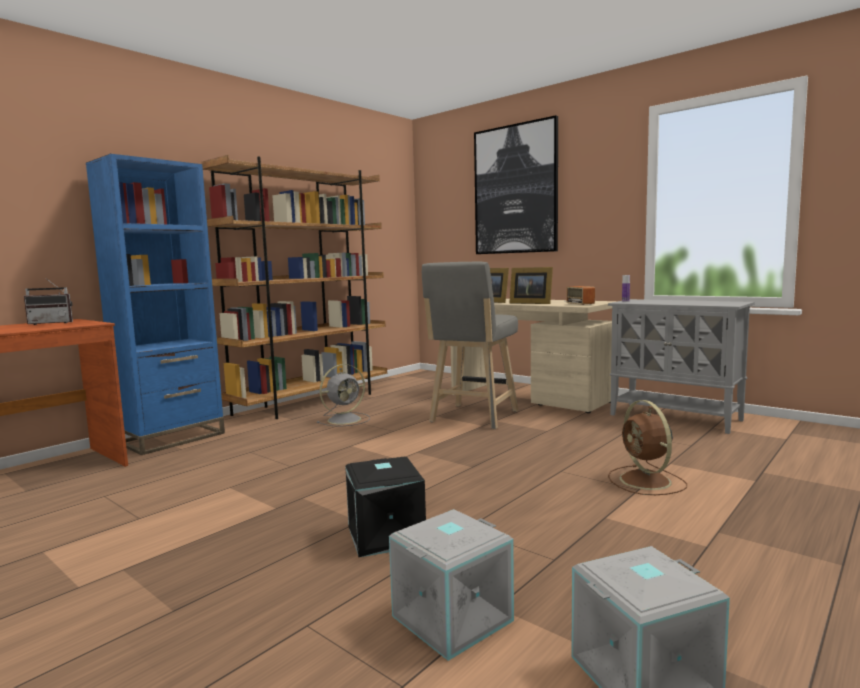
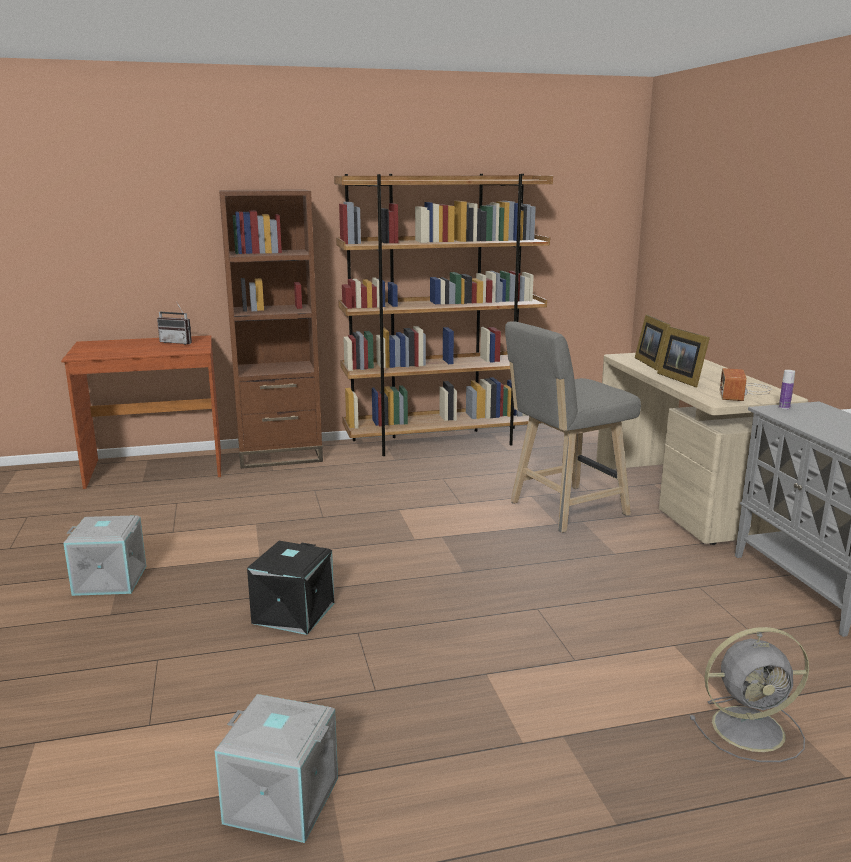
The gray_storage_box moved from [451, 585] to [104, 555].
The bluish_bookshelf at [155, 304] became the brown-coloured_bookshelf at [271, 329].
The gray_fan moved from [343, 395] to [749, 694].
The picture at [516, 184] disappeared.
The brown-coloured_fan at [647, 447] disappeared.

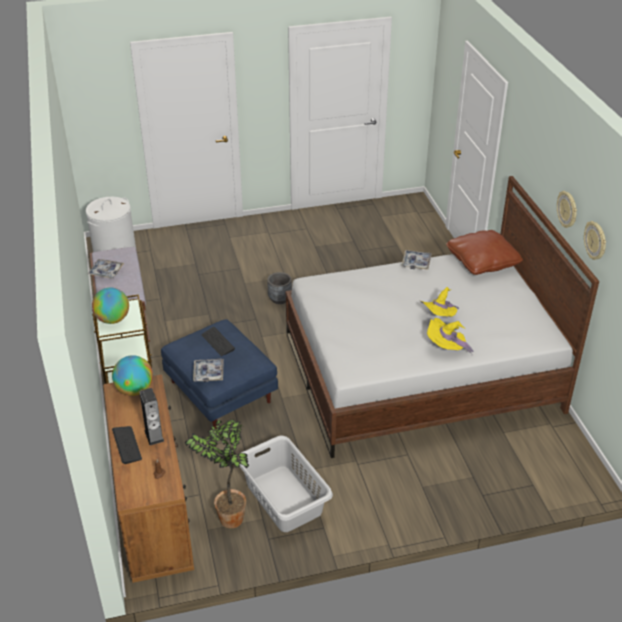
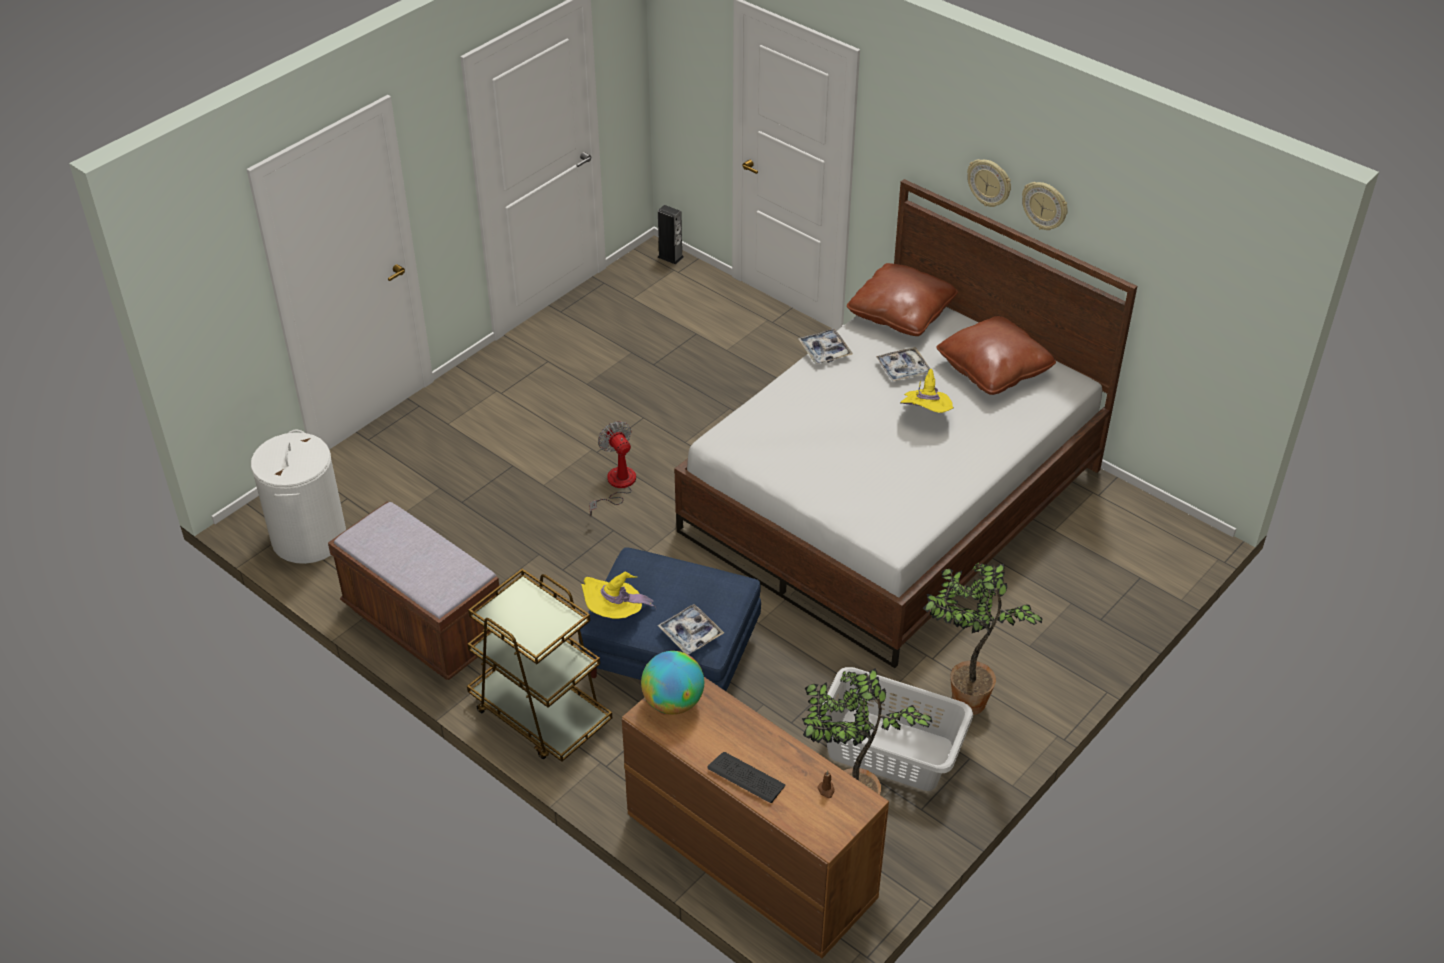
The yellow_clothing_hat moved from [450, 336] to [619, 595].
The gray_flower_pot at [279, 288] was replaced by the fan at [612, 468].
The speaker moved from [151, 416] to [671, 235].
The tray moved from [106, 268] to [903, 364].
The houseplant at [982, 638] appeared.
The brown-coloured_cushion at [996, 355] appeared.
The hanging_clock moved from [595, 240] to [989, 183].
The world_globe at [110, 305] disappeared.
The PC_keyboard at [218, 341] disappeared.

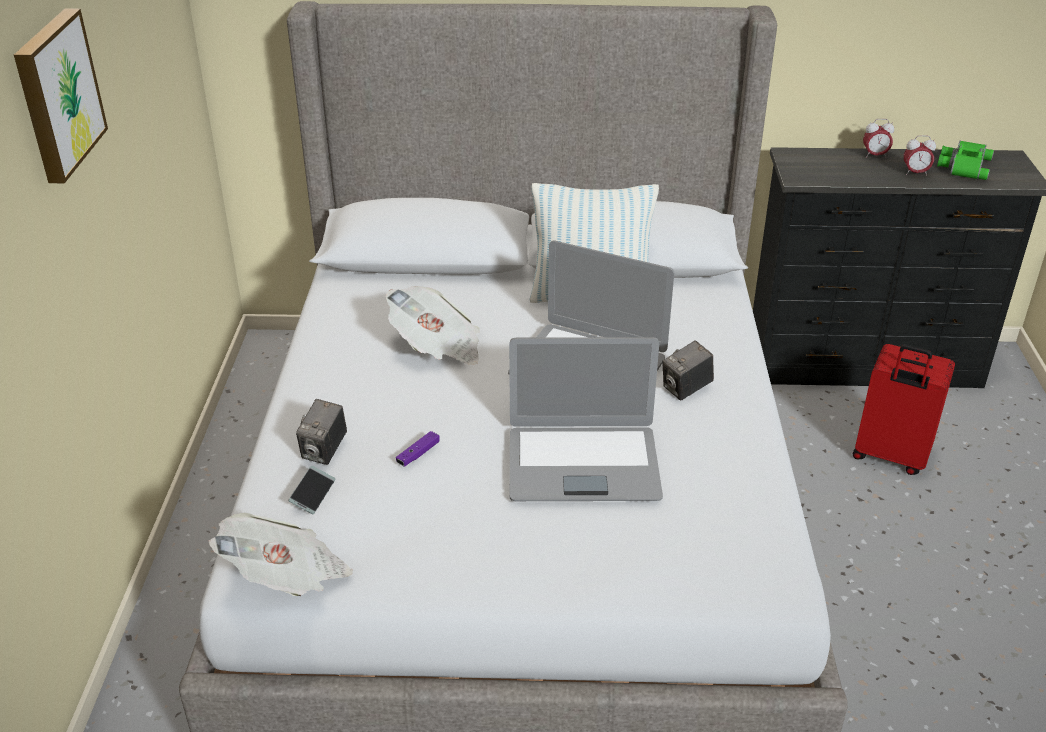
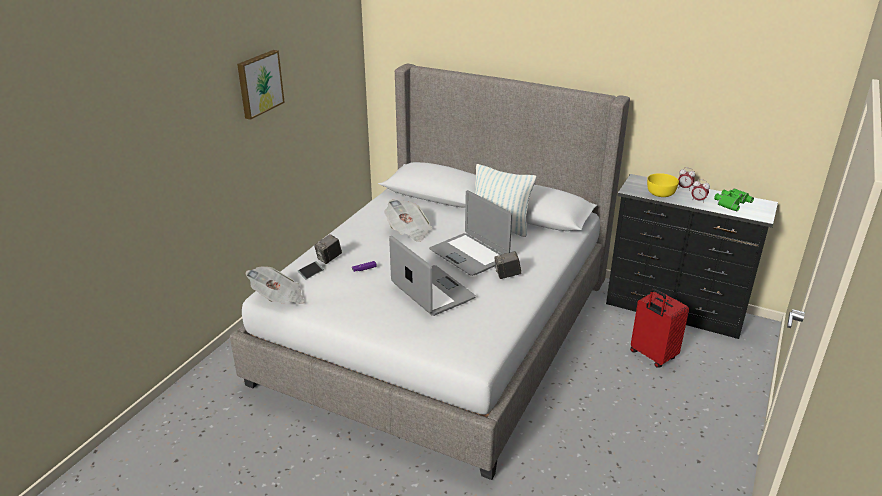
The notebook_computer at [586, 419] turned 150 degrees counterclockwise.
The yellow_deep_dish at [663, 185] appeared.

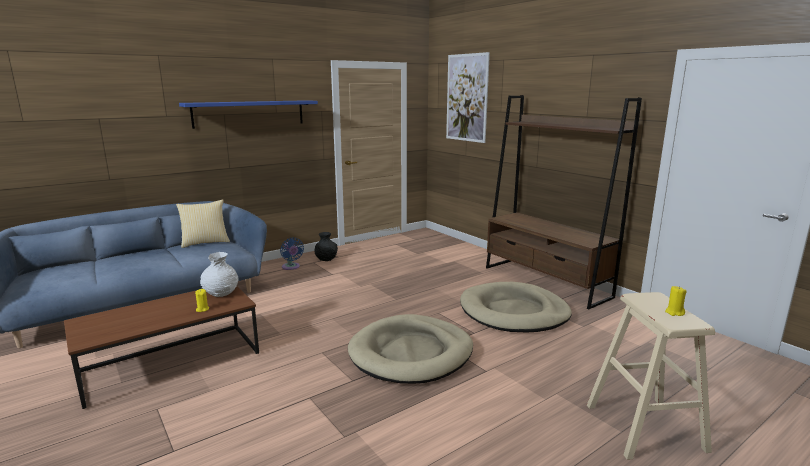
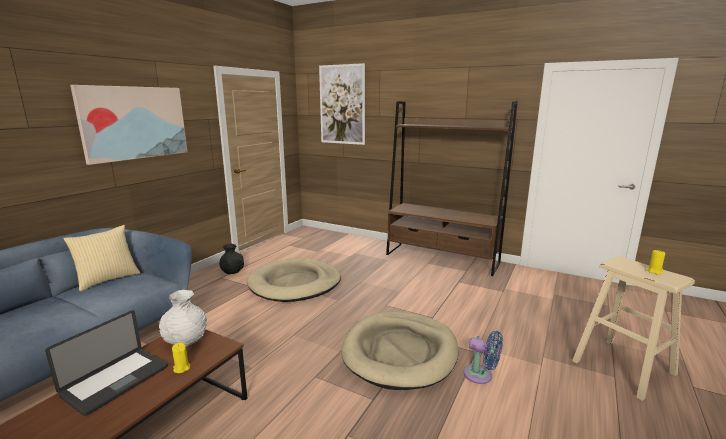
The notebook_computer at [106, 363] appeared.
The bluish_bracket_shelf at [248, 114] was replaced by the picture at [128, 125].
The beige-coloured_pet_bed moved from [516, 307] to [294, 280].
The bluish_fan moved from [292, 253] to [483, 357].

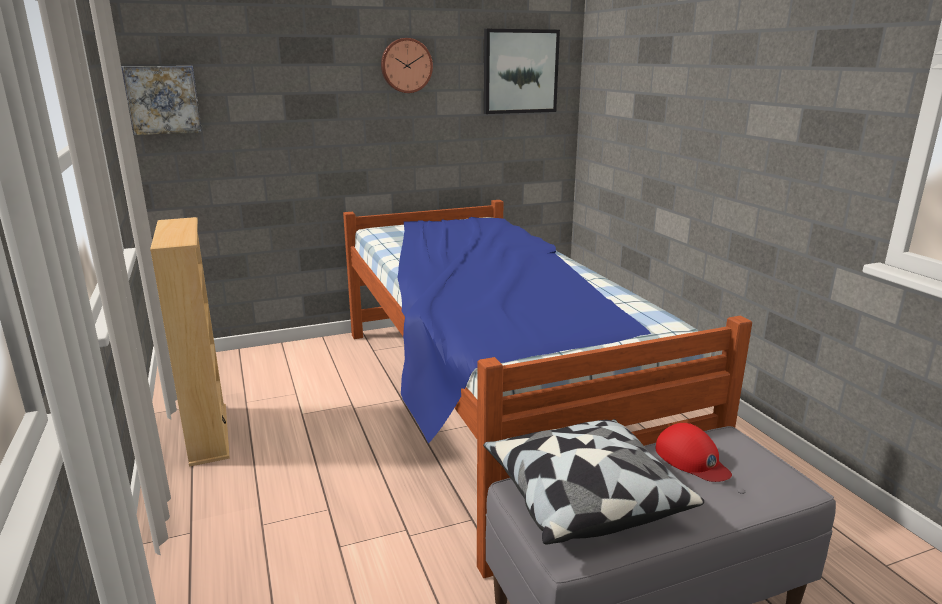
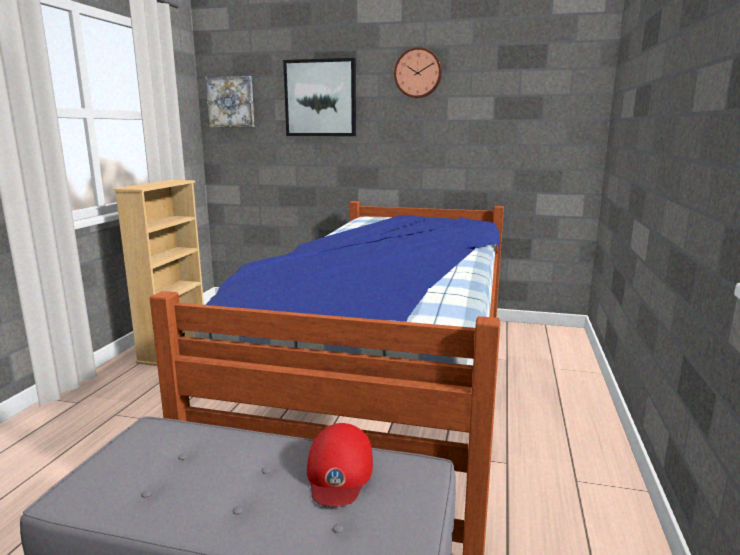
The picture moved from [522, 71] to [319, 97].
The cushion at [593, 482] disappeared.

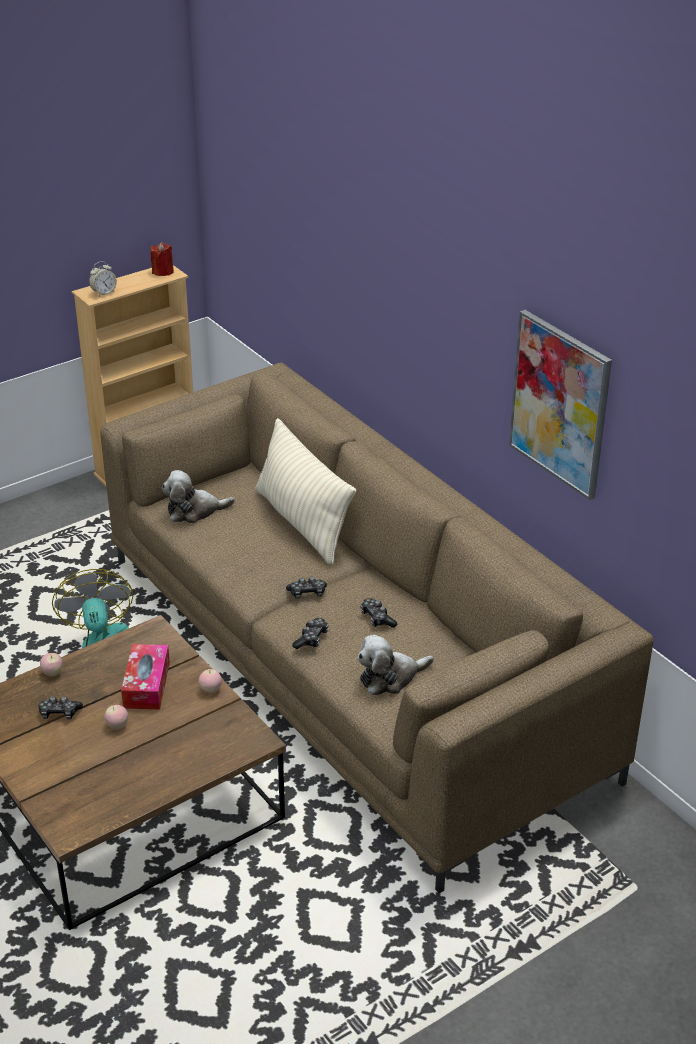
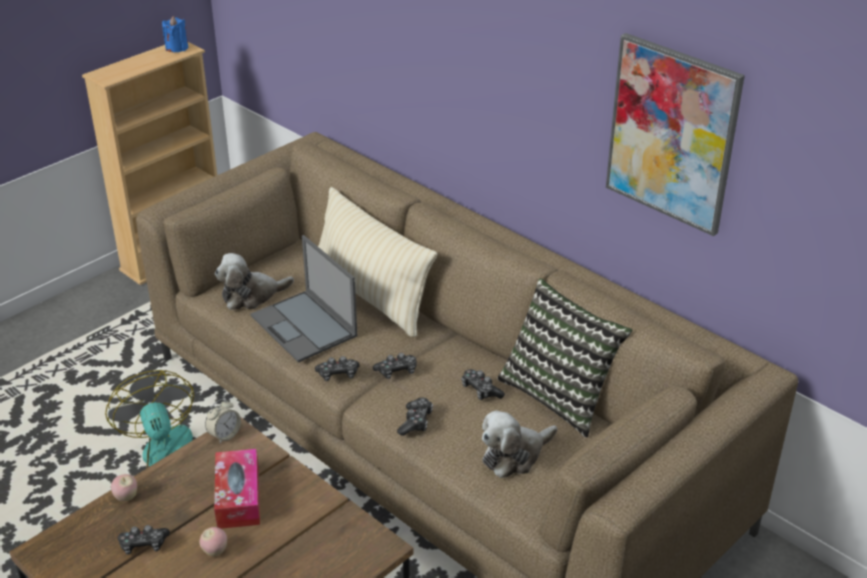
The red_wax_light at [162, 259] became the bluish_wax_light at [175, 34].
The table_clock moved from [103, 278] to [223, 421].
The notebook_computer at [304, 299] appeared.
The gamepad at [337, 368] appeared.
The cushion at [565, 358] appeared.
The whole_apple at [210, 681] disappeared.

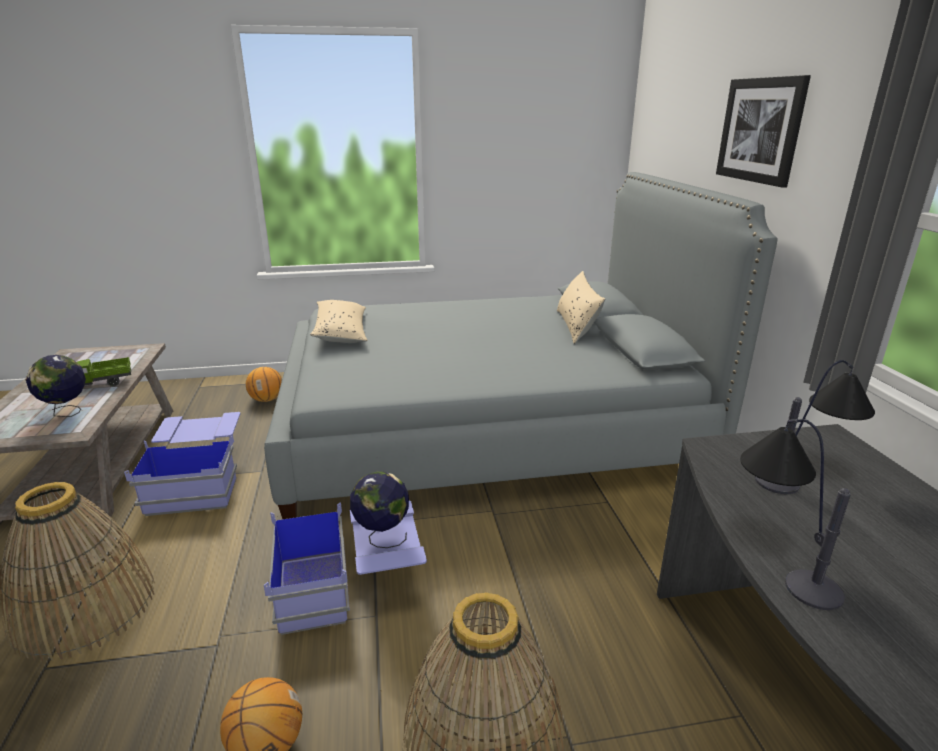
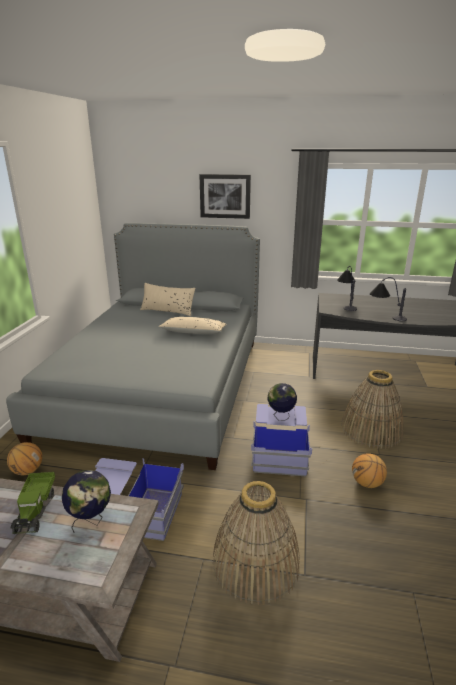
The beige-coloured_cushion moved from [338, 321] to [192, 325].

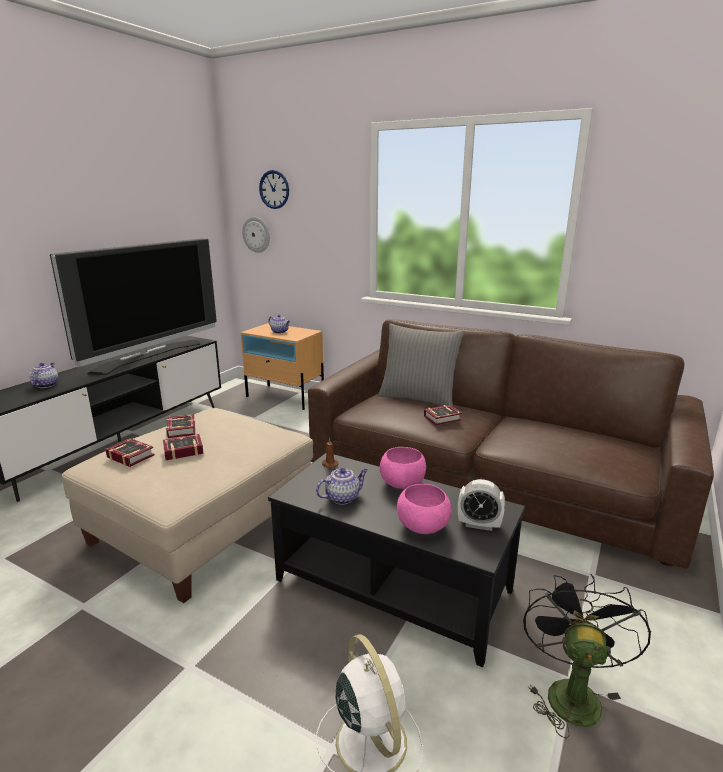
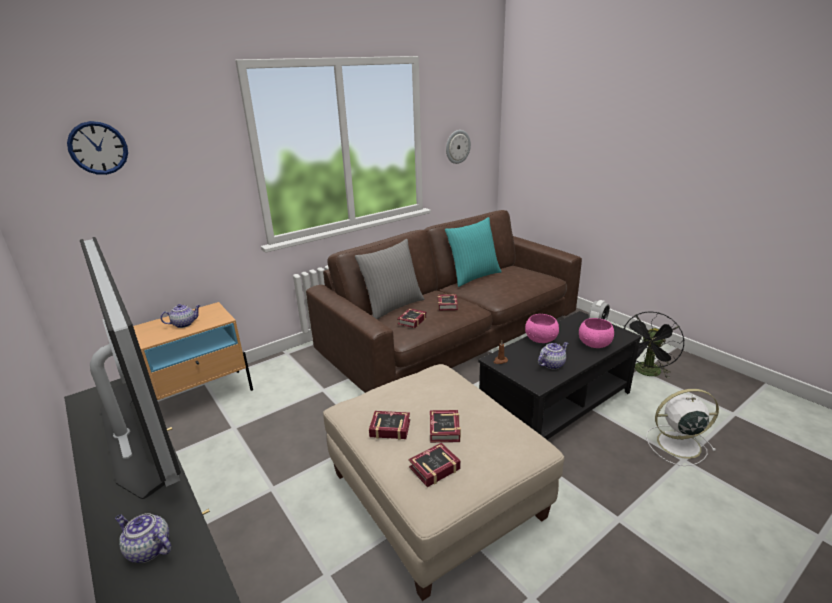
The bound_book at [412, 318] appeared.
The turquoise_cushion at [473, 252] appeared.
The hanging_clock moved from [256, 235] to [458, 147].
The tea_pot at [342, 486] turned 60 degrees clockwise.
The blackish_fan at [587, 656] turned 90 degrees counterclockwise.

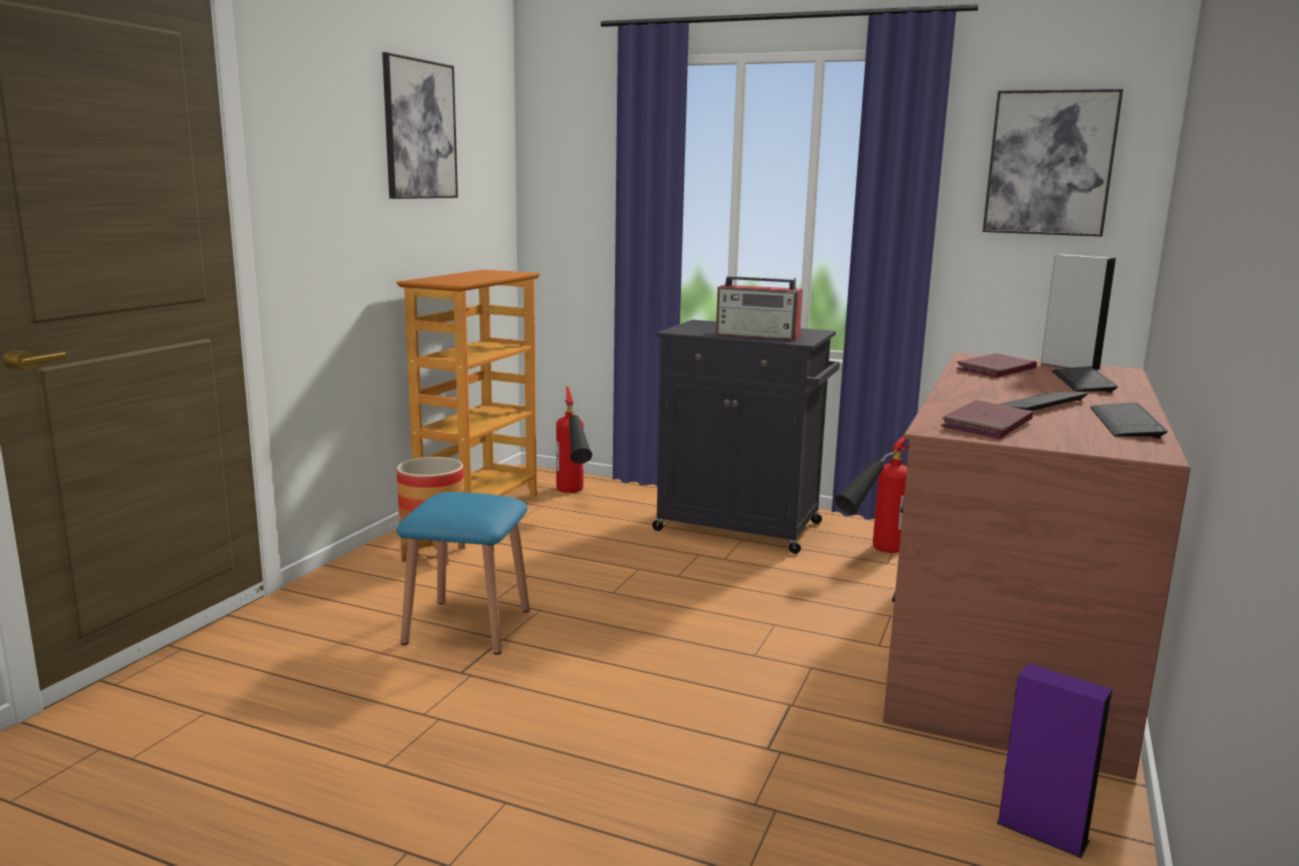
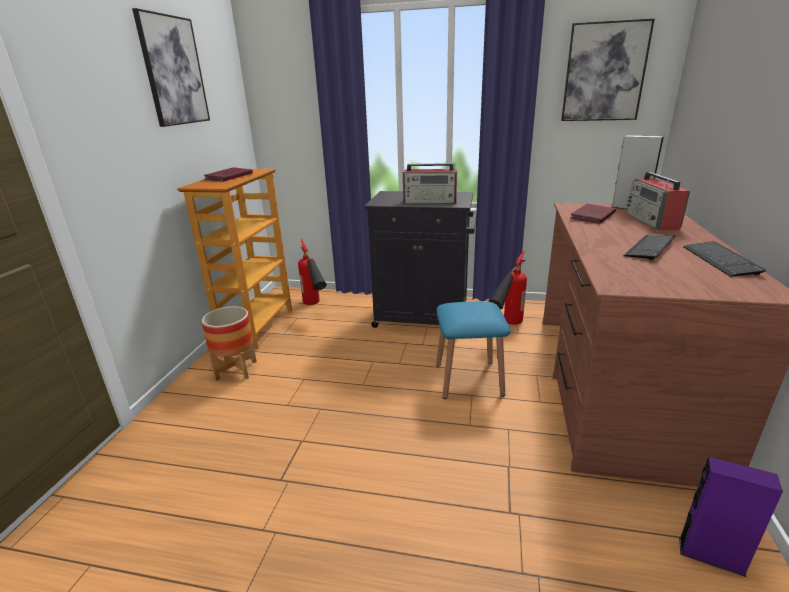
The red_bound_book moved from [987, 419] to [228, 174].
The bluish_stool moved from [463, 573] to [473, 350].
The PC_keyboard at [1085, 380] was replaced by the radio_receiver at [658, 201].

